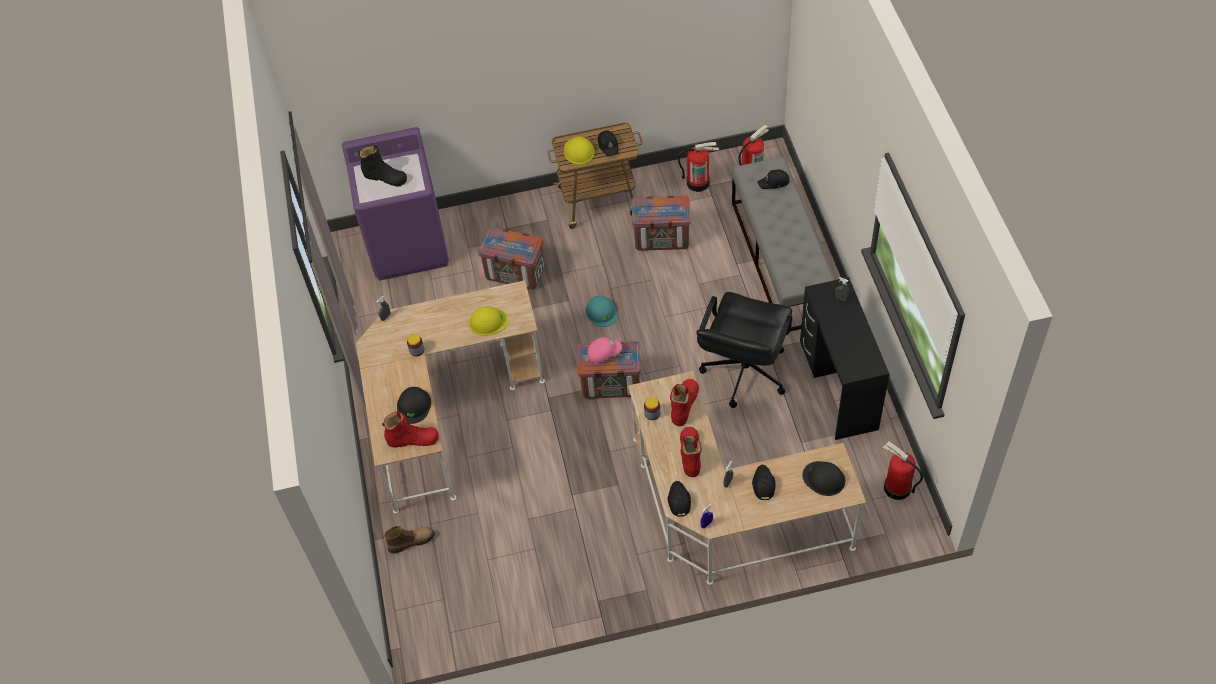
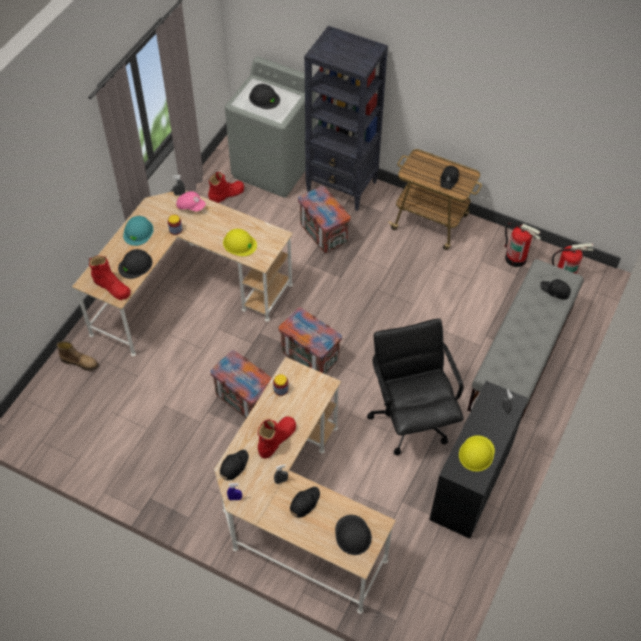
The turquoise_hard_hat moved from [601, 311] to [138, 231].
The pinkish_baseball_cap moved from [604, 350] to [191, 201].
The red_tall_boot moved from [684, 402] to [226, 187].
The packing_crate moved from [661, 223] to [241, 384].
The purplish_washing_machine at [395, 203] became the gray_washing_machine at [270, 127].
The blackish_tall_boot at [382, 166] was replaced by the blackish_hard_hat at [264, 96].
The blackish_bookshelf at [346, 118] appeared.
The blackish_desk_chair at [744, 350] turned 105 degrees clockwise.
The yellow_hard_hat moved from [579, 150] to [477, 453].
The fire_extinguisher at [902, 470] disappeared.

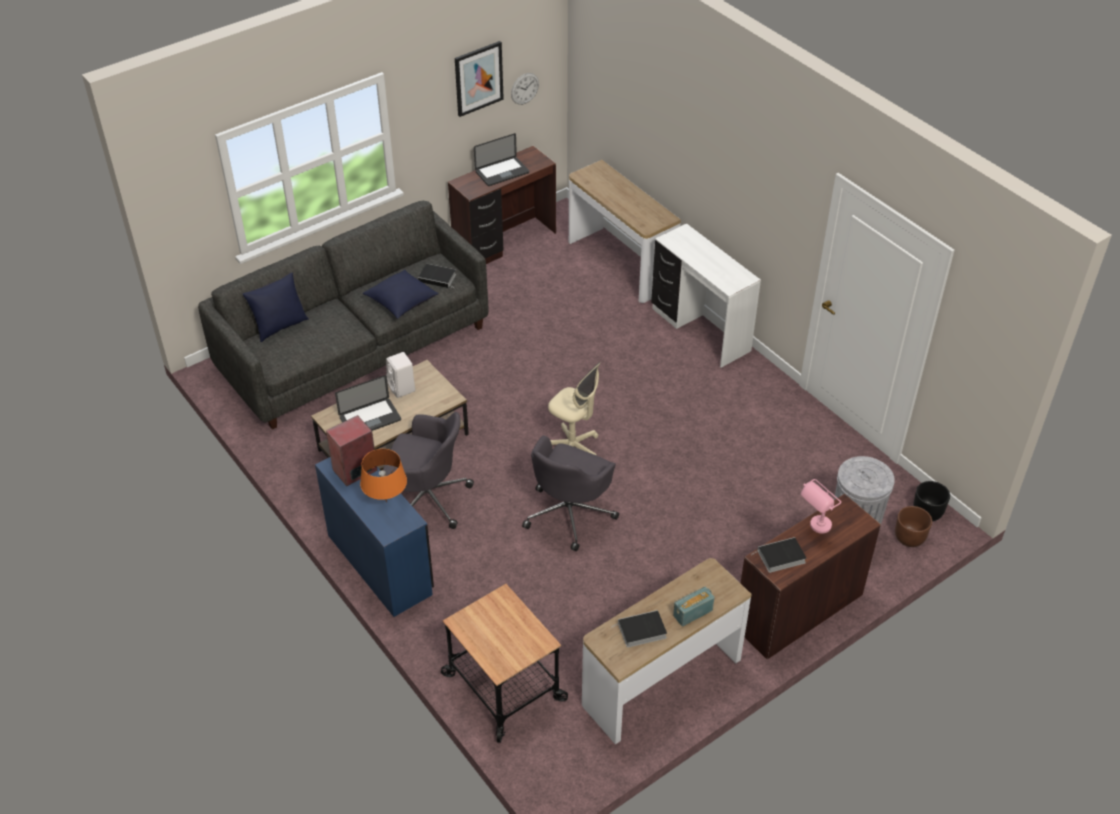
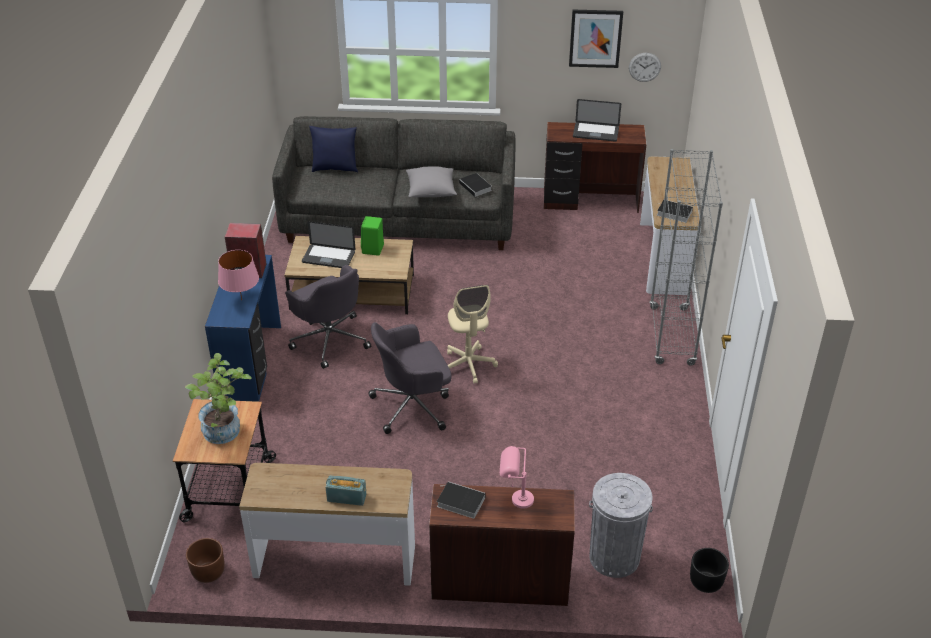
The houseplant at [218, 398] appeared.
The brown-coloured_flower_pot moved from [913, 526] to [205, 560].
The orange-coloured_table_lamp at [383, 475] became the pinkish_table_lamp at [238, 275].
The white-coloured_speaker at [400, 375] became the green-coloured_speaker at [372, 236].
The bluish_cushion at [401, 294] became the gray_cushion at [431, 181].
The white-coloured_desk_unit at [706, 295] was replaced by the gray_bookshelf at [686, 257].
The bound_book moved from [639, 629] to [675, 211].

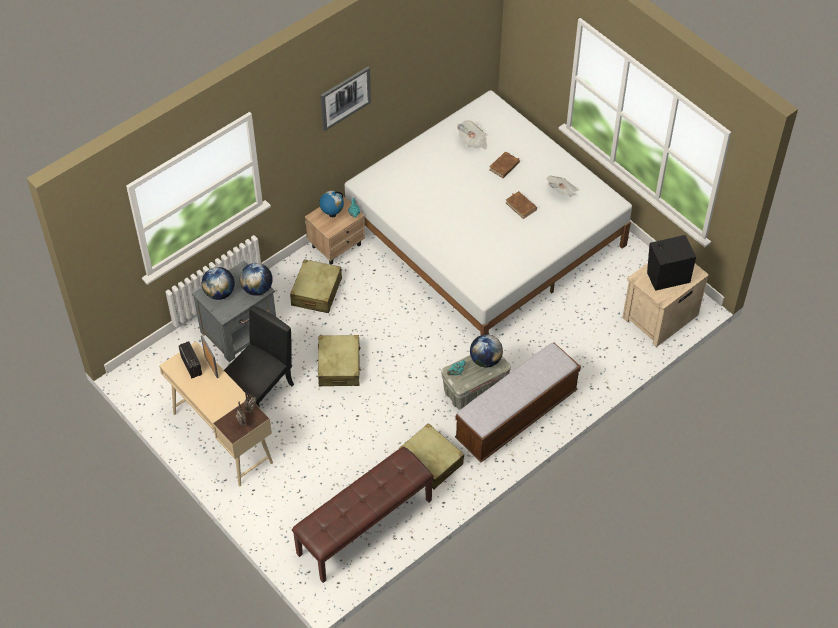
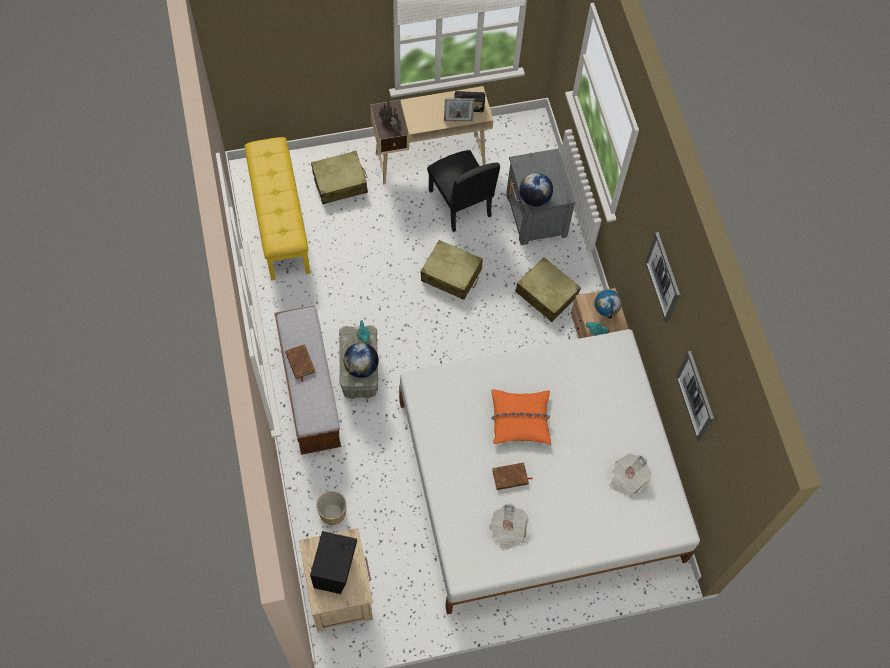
The brown-coloured_bench at [363, 515] became the yellow_bench at [277, 208].
The brown-coloured_bound_book moved from [504, 164] to [300, 363].
The beige-coloured_piece_of_luggage moved from [431, 456] to [339, 177].
The flower_pot at [331, 508] appeared.
The orange-coloured_cushion at [521, 417] appeared.
The picture at [695, 396] appeared.
The world_globe at [218, 283] disappeared.

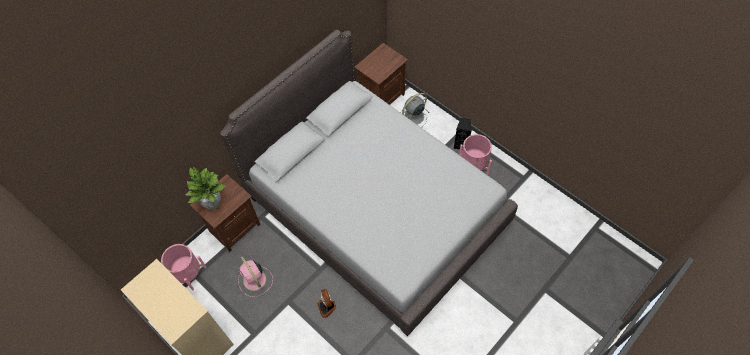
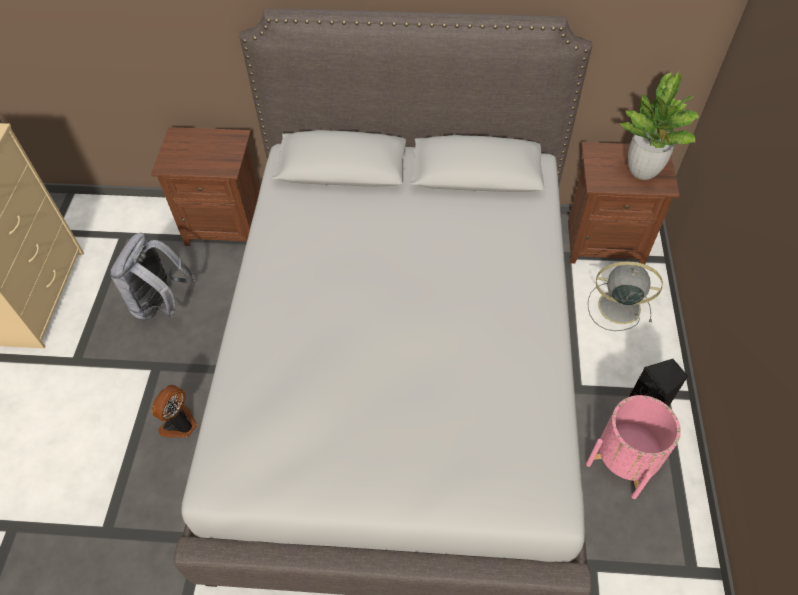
The pinkish_fan at [255, 277] was replaced by the gray_rucksack at [152, 276].
The houseplant moved from [206, 188] to [659, 125].
The pinkish_flower_pot at [184, 267] disappeared.

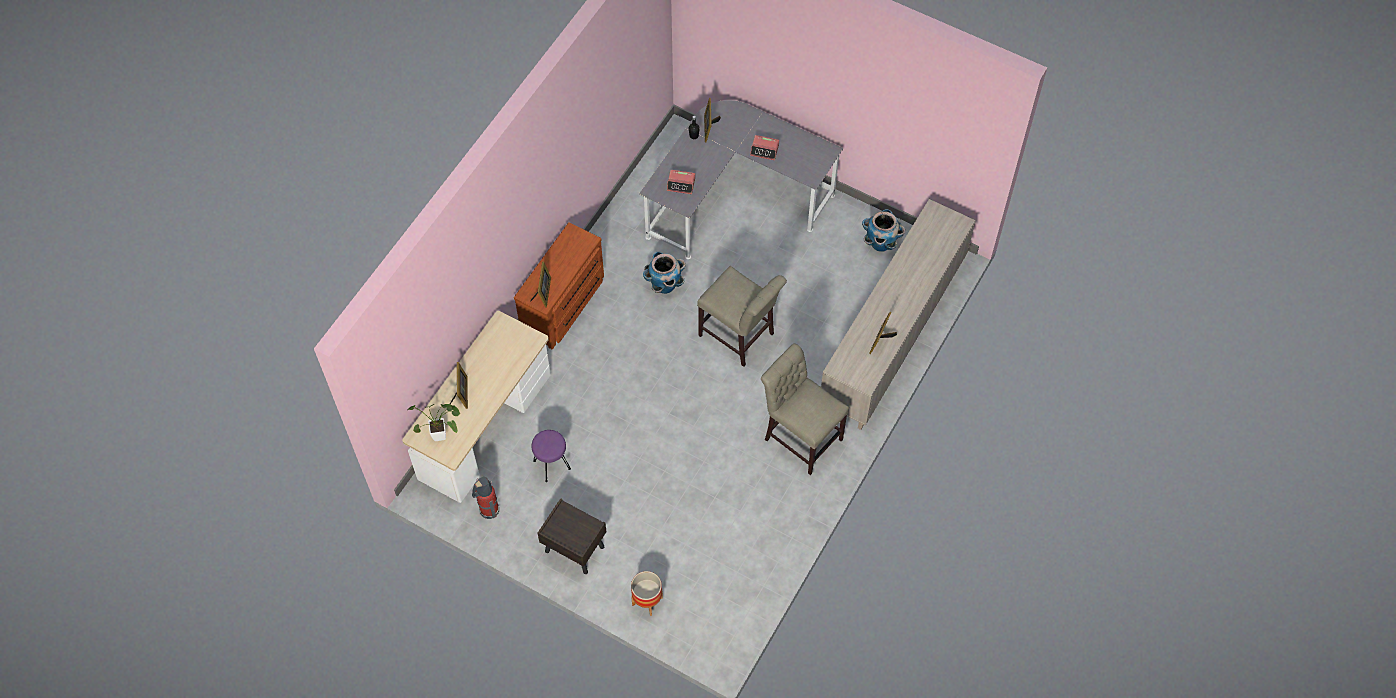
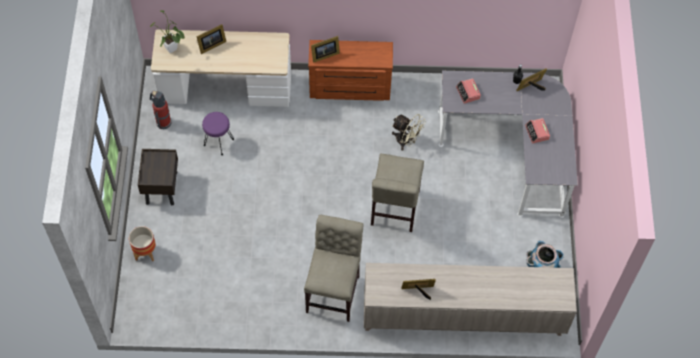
The flower_pot at [664, 273] was replaced by the beige-coloured_fan at [409, 132].

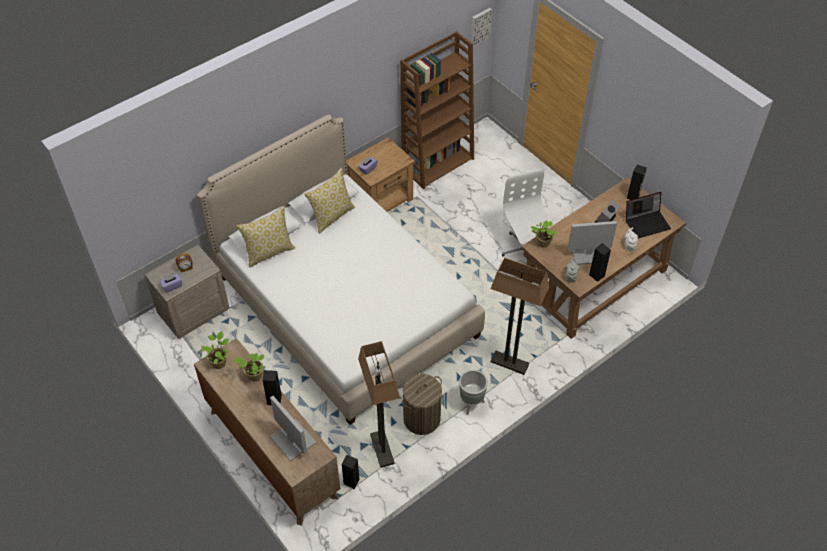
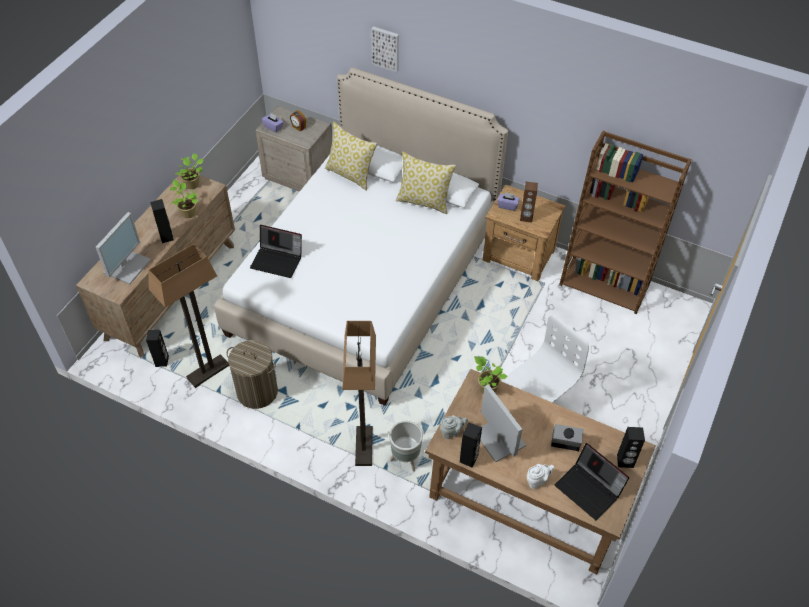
The notebook_computer at [276, 251] appeared.
The picture moved from [481, 27] to [385, 49].
The gray_flower_pot moved from [473, 392] to [406, 446].
The brown-coloured_speaker at [529, 202] appeared.

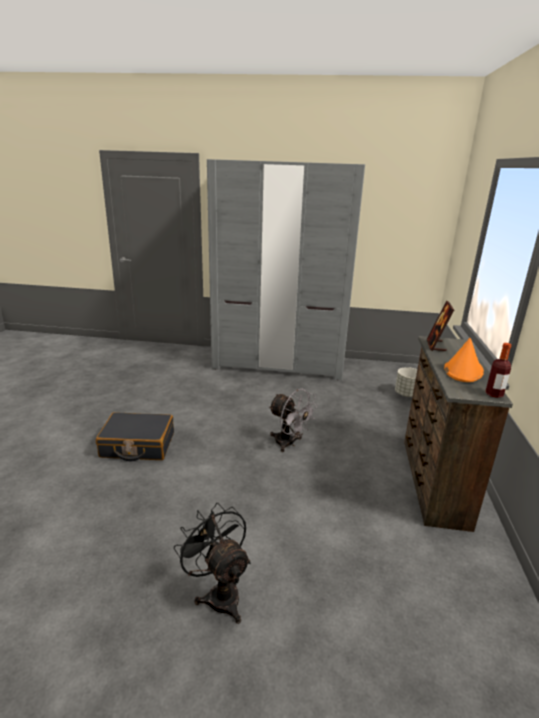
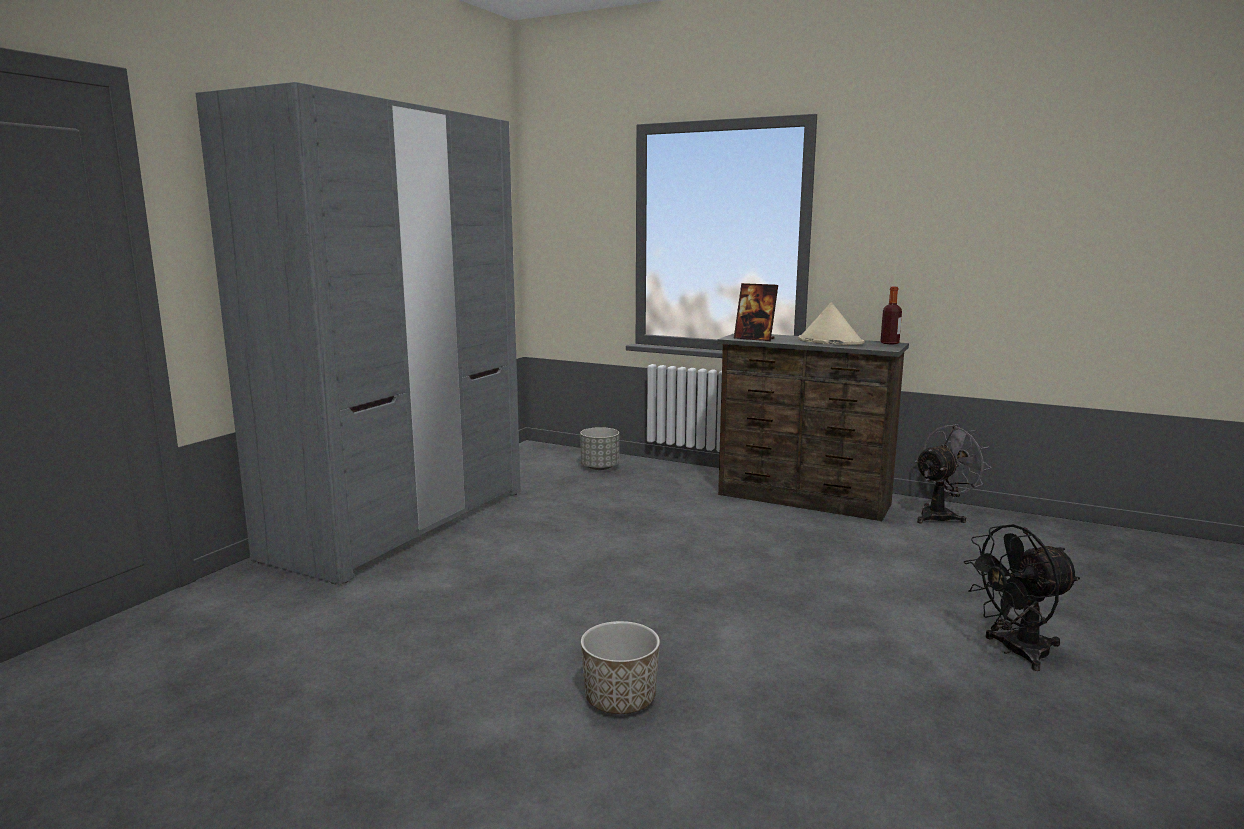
The blackish_piece_of_luggage at [135, 436] was replaced by the flower_pot at [620, 667].
The orange-coloured_clothing_hat at [464, 360] became the beige-coloured_clothing_hat at [831, 323].
The gray_fan moved from [293, 420] to [953, 473].

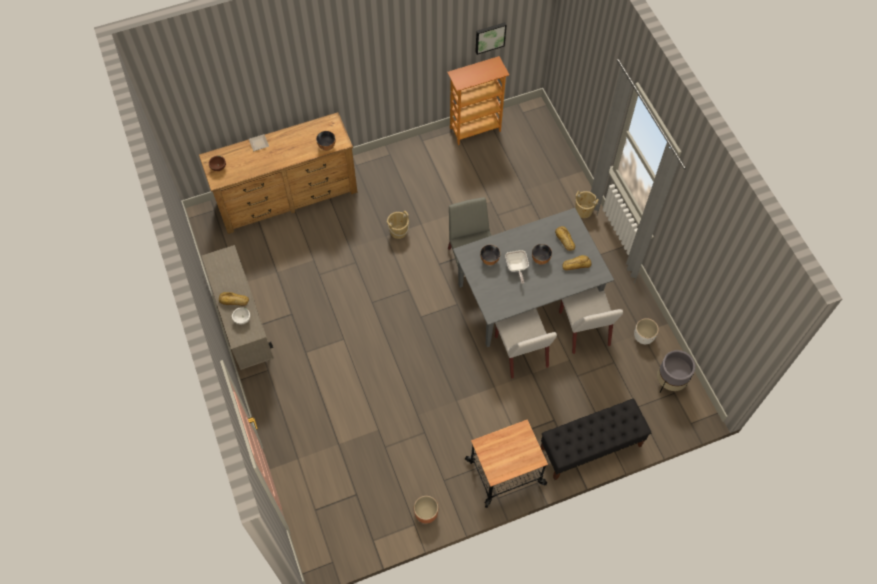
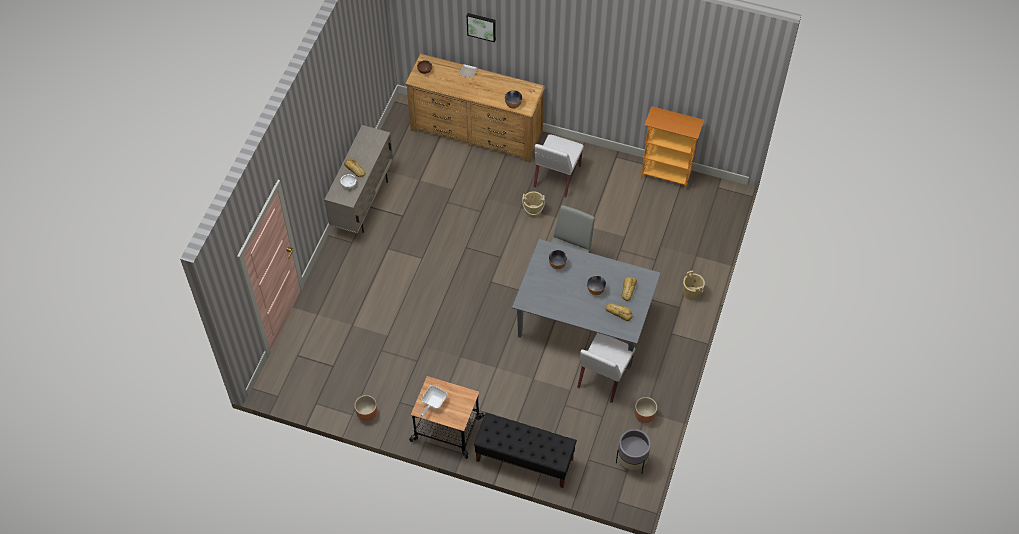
The pan moved from [517, 267] to [433, 401].
The picture moved from [490, 38] to [481, 27].
The white-coloured_chair moved from [526, 343] to [558, 165].
The white-coloured_flower_pot at [646, 331] became the brown-coloured_flower_pot at [646, 410].

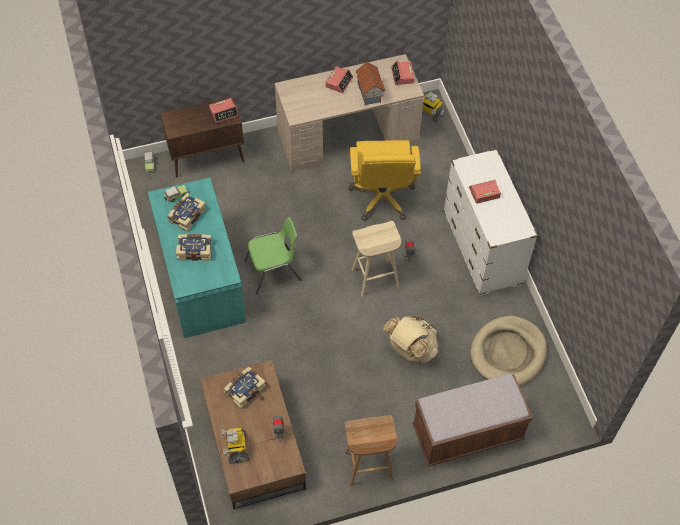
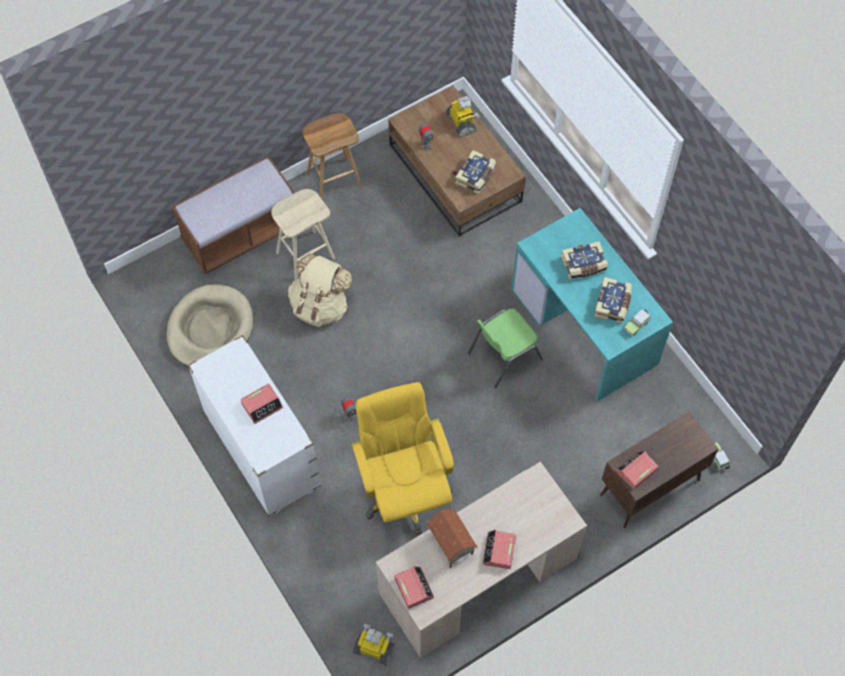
The beige-coloured_stool moved from [376, 259] to [303, 234].

